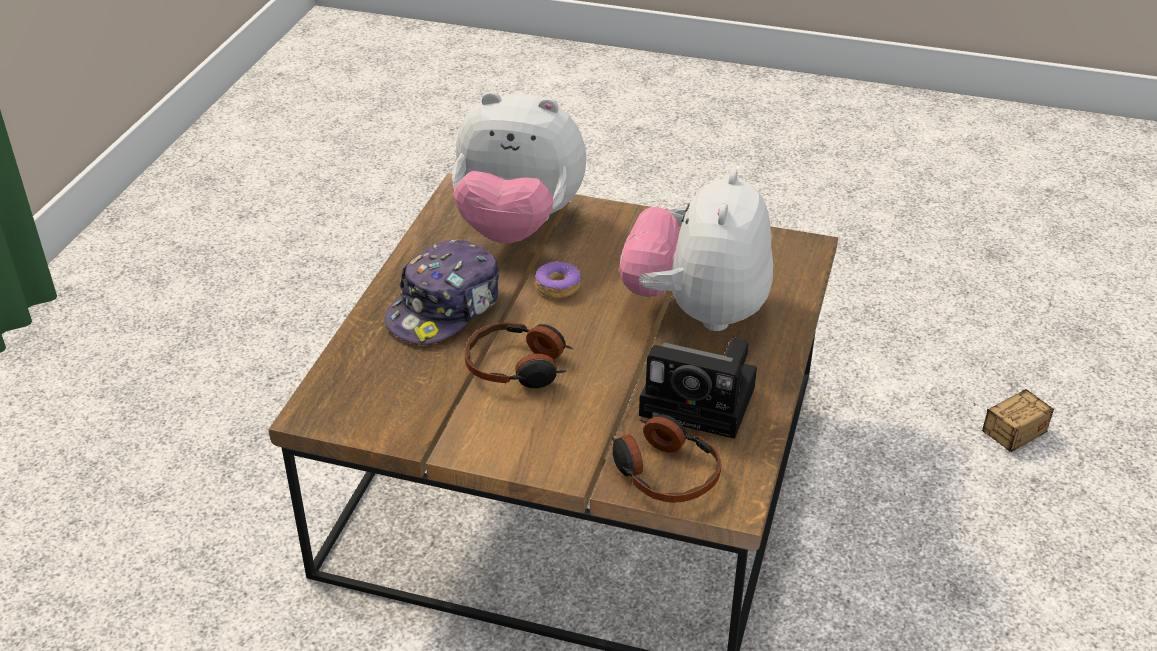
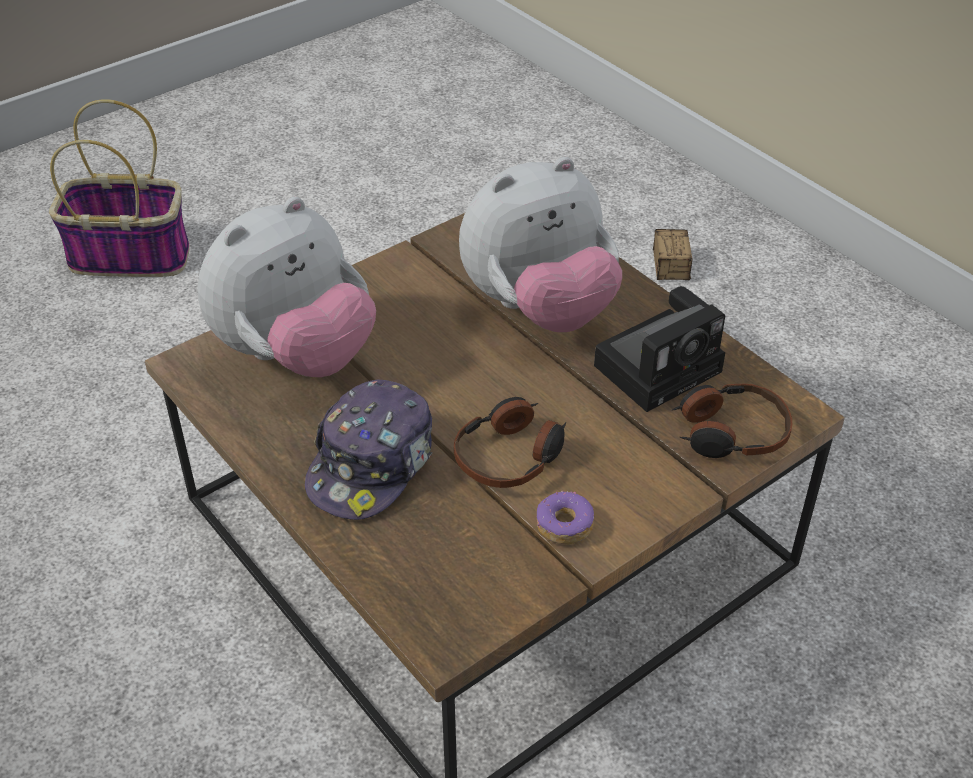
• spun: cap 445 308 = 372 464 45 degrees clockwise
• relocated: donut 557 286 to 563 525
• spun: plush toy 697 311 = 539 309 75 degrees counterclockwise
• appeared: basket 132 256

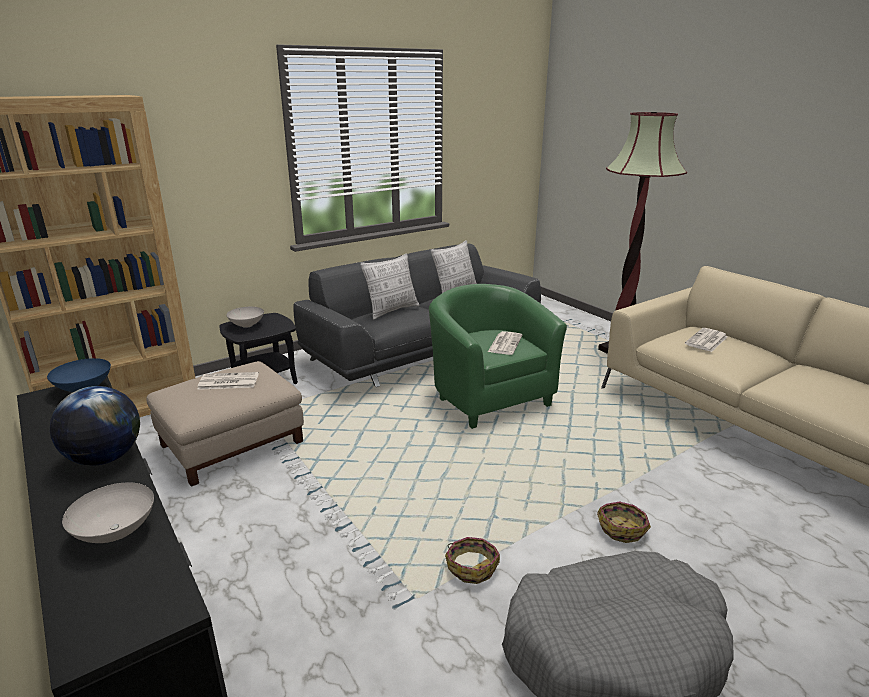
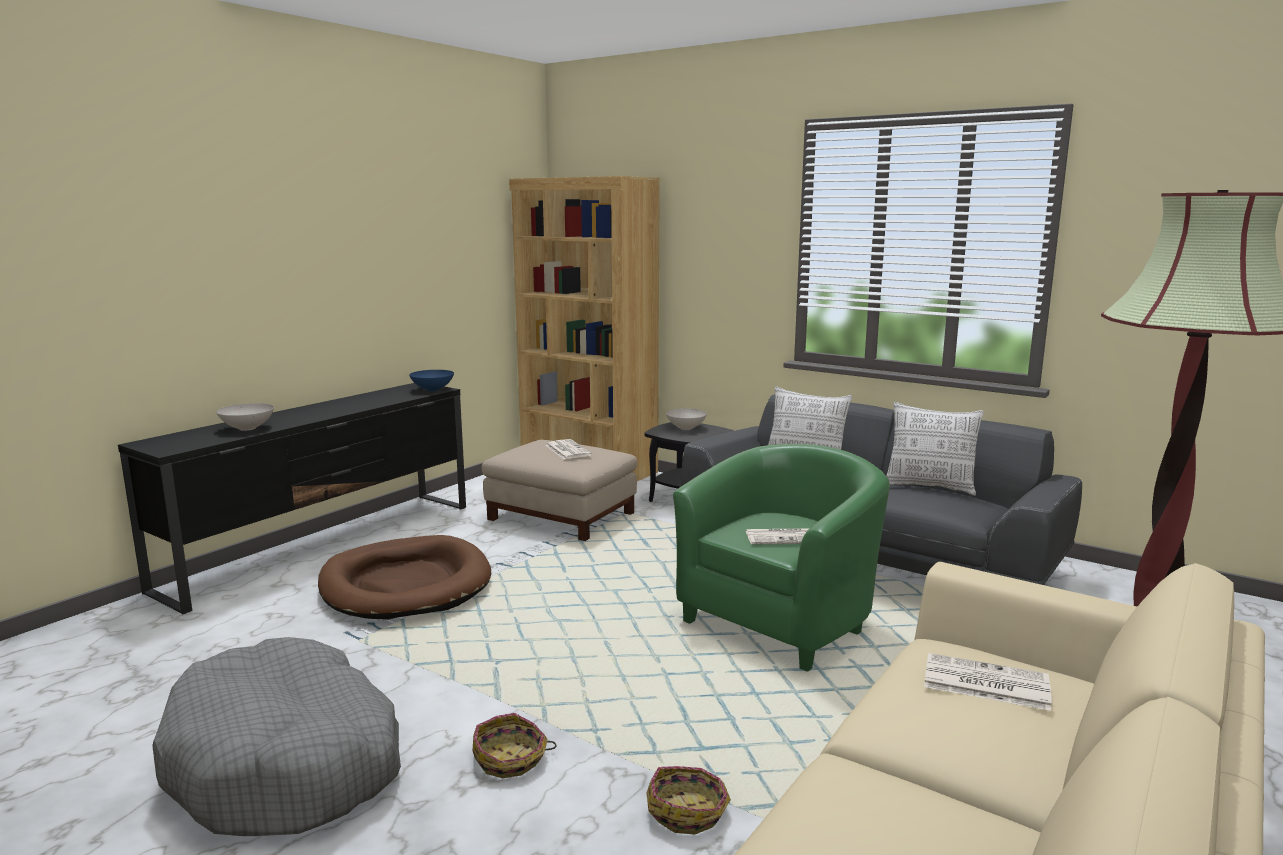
• missing: globe 105 458
• relocated: basket 472 566 to 688 811
• appeared: dog bed (brown) 405 584

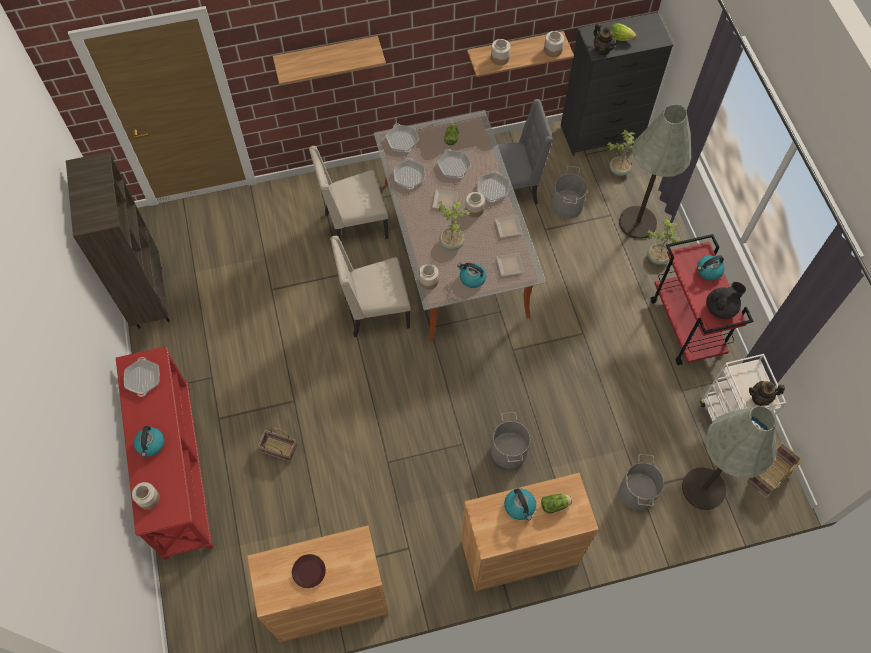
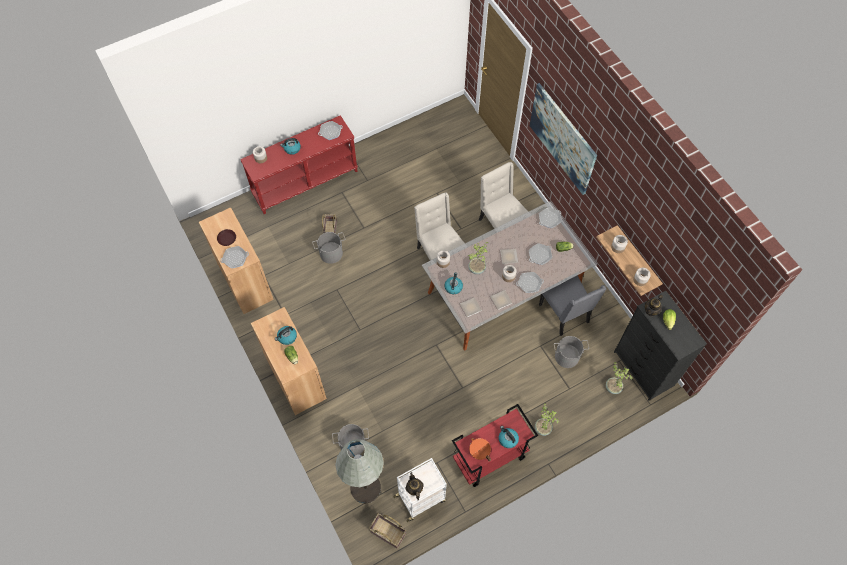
• missing: bookcase (brown) 149 297
• exchanged: shelf 327 56 to picture 562 139
• relocated: frying pan 409 176 to 235 258
• relocated: bucket (grey) 509 451 to 331 253
• missing: floor lamp (grey) 637 222
• exchanged: teapot (black) 721 308 to cooking pot (orange) 479 452

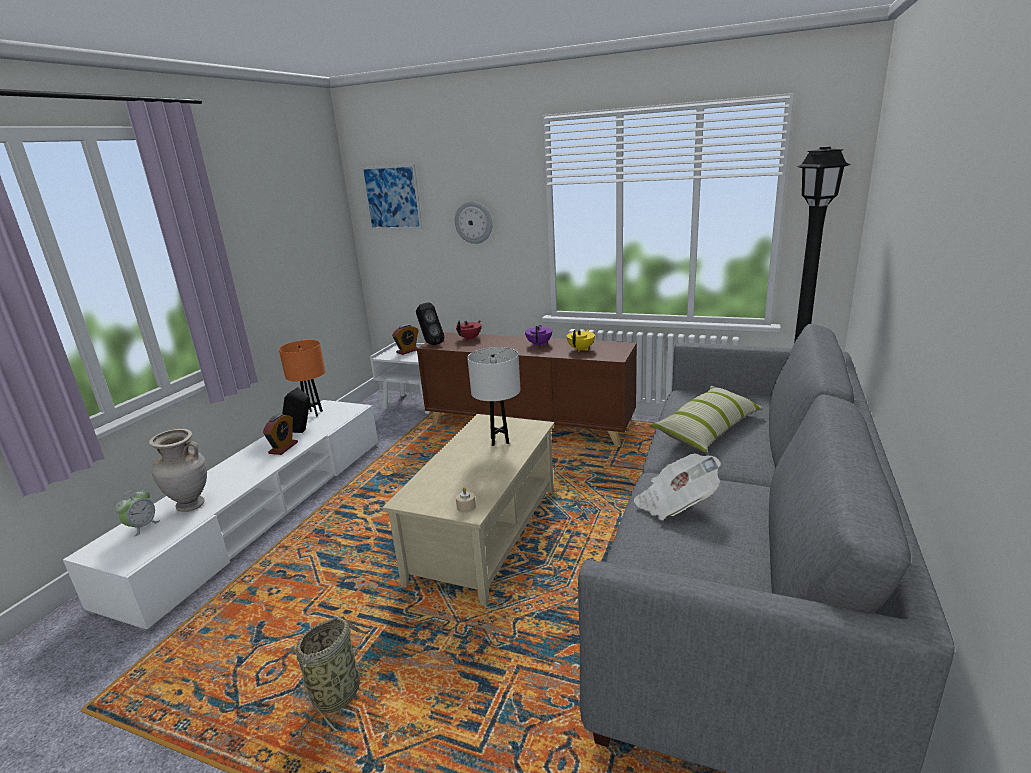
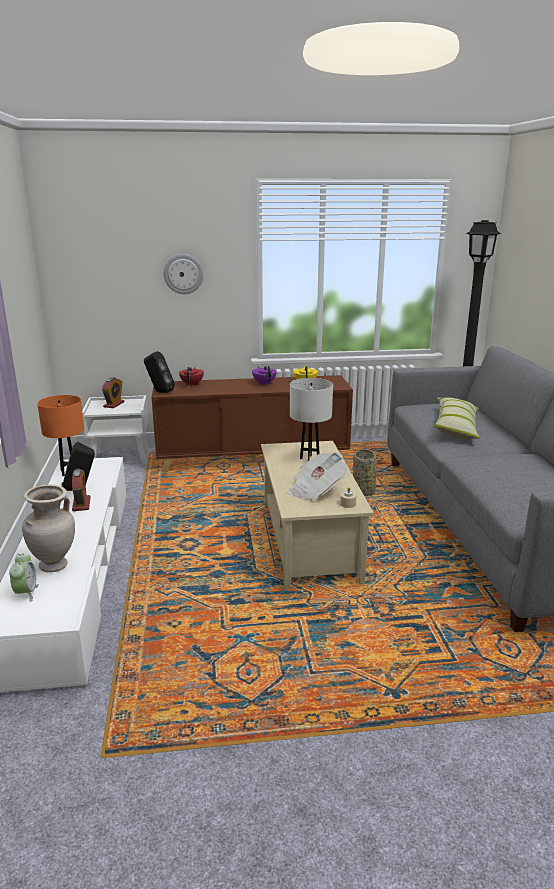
• relocated: basket 339 692 to 363 491
• missing: picture 392 198
• relocated: newspaper 675 504 to 315 490

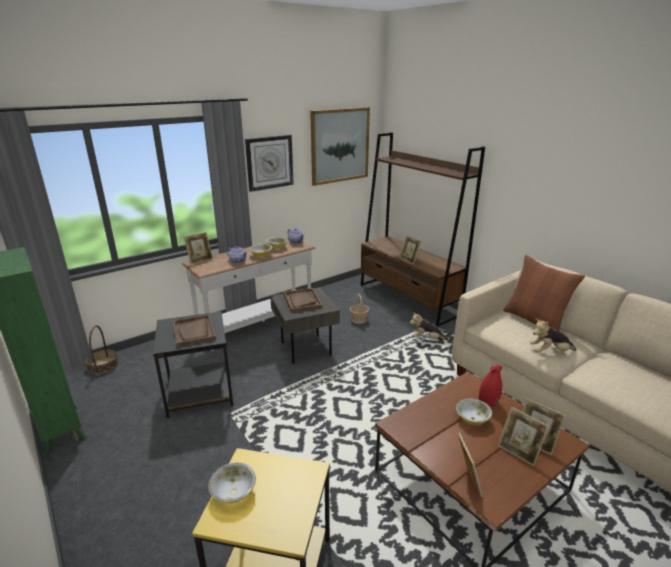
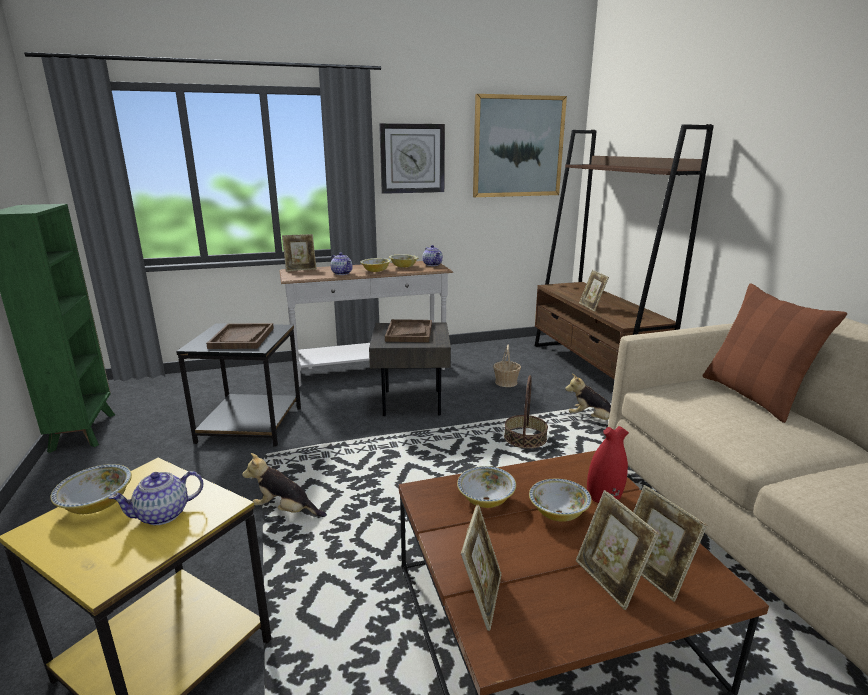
• relocated: basket 103 365 to 525 437
• relocated: plush toy 549 352 to 285 510
• appeared: teapot 164 514
• appeared: bowl 485 499

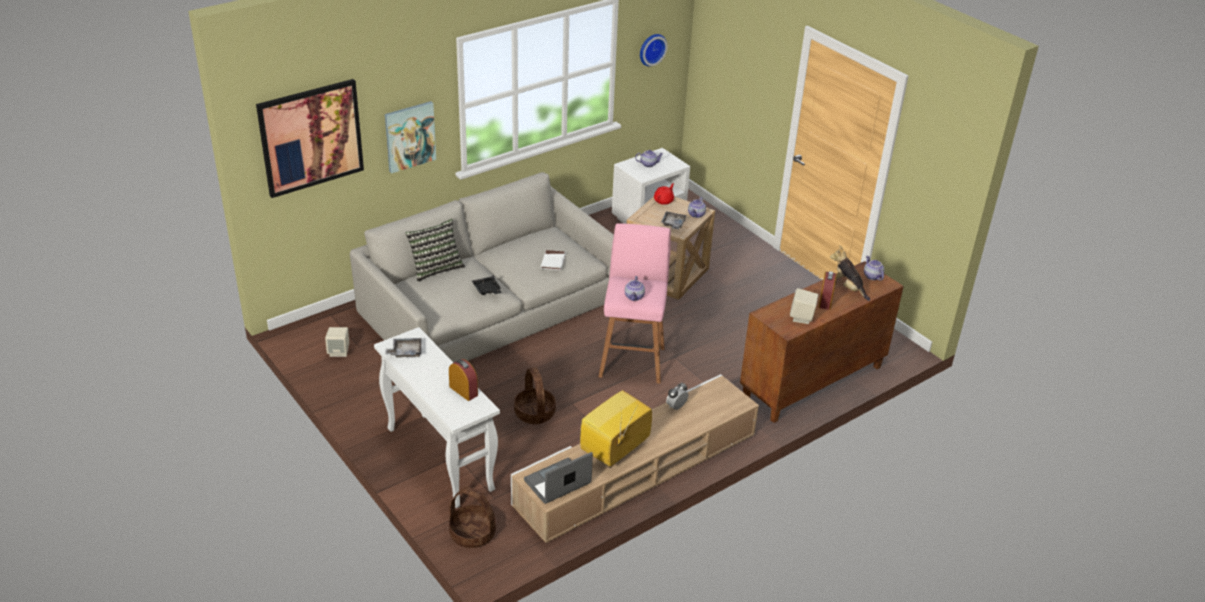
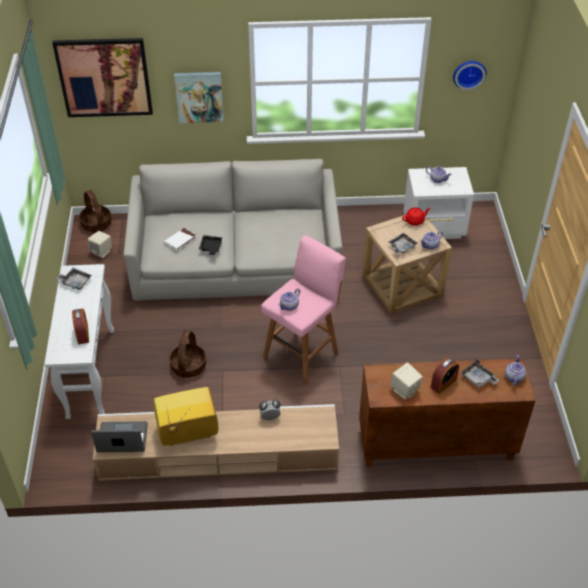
• missing: pillow 435 268
• relocated: basket 473 533 to 96 224
• relocated: book (white) 553 261 to 180 240
• exchanged: plush toy 847 287 to tray (grey) 478 378

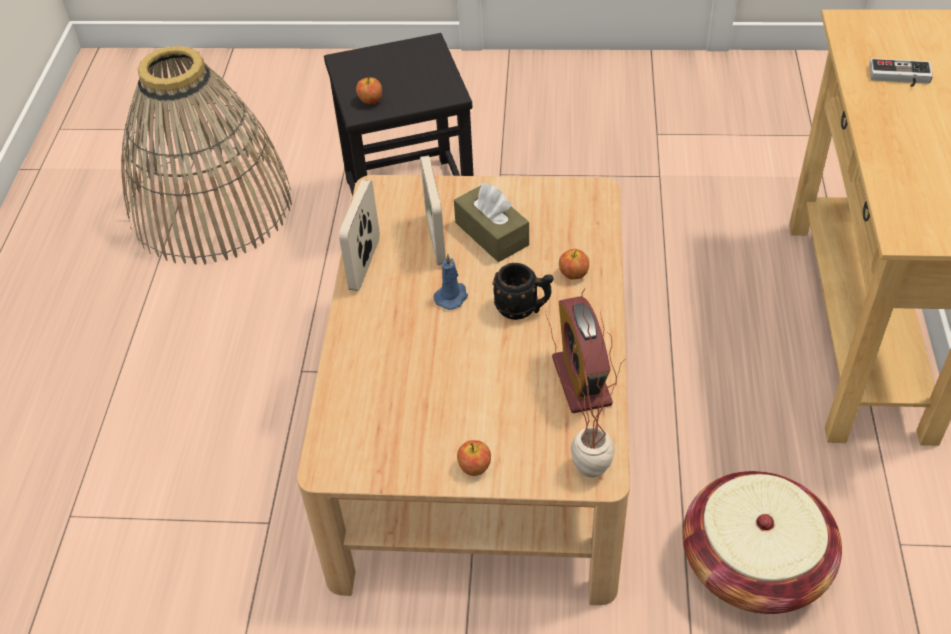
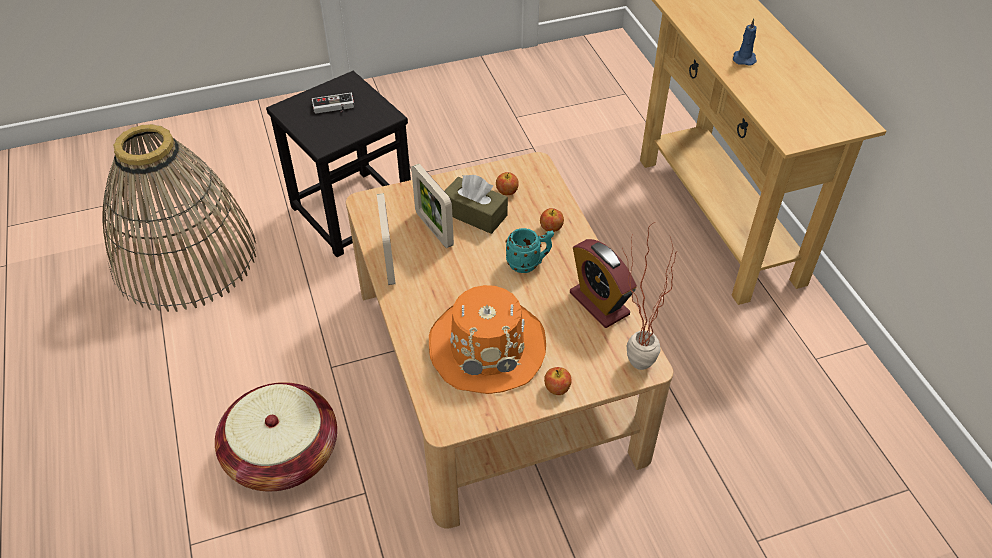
• relocated: apple 370 100 to 507 191
• relocated: candle (blue) 452 296 to 744 58
• colour: mug (black) 523 309 to mug (turquoise) 529 263
• relocated: basket 754 564 to 283 454
• relocated: game controller 899 78 to 334 108
• appeared: hat (orange) 487 346

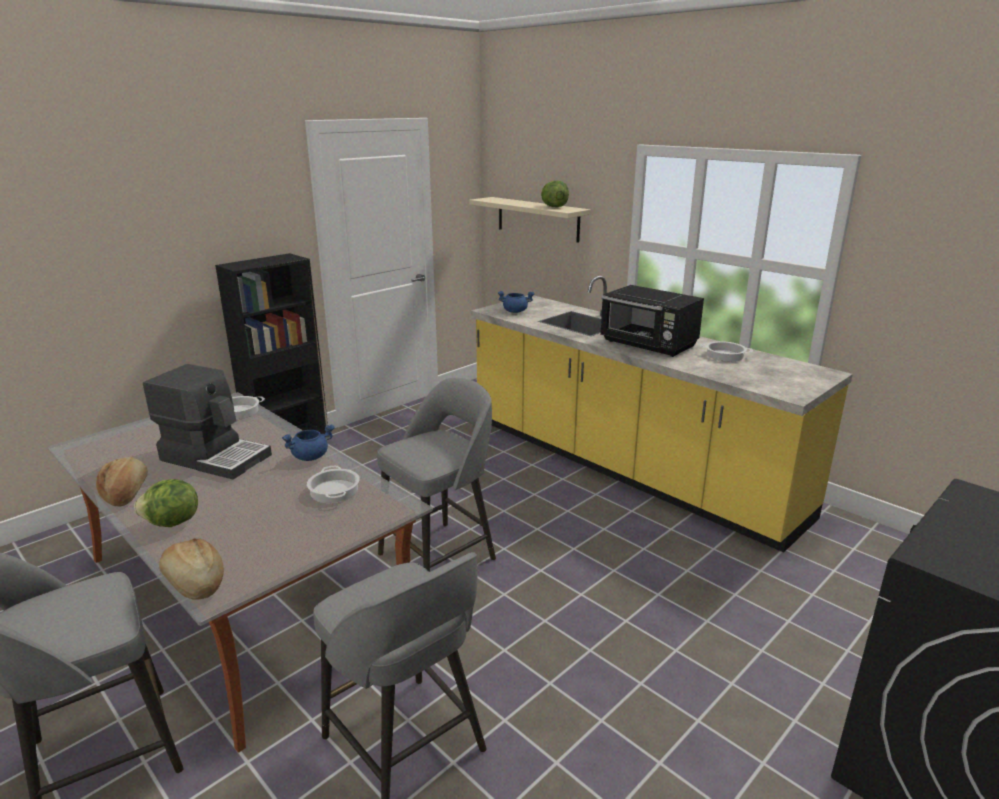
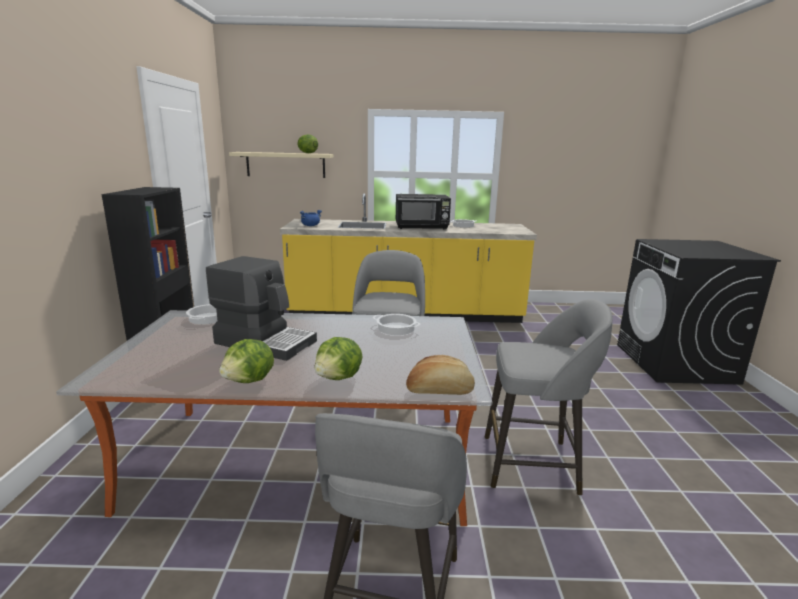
• exchanged: bread 126 493 to lettuce 250 381
• spun: coffee machine 216 457 = 265 342 45 degrees clockwise
• missing: cooking pot (blue) 310 456

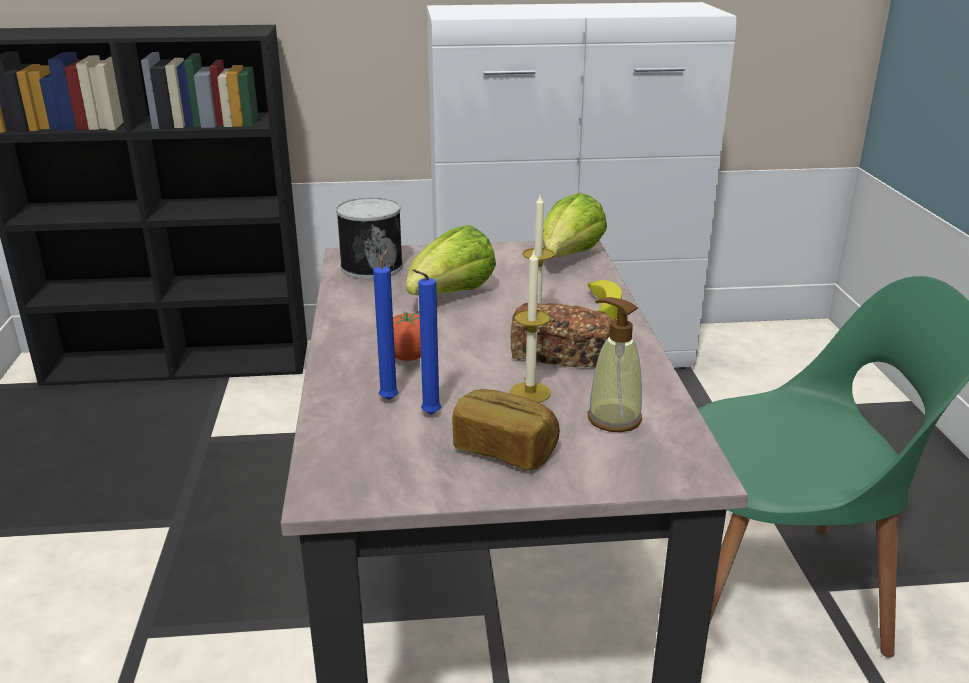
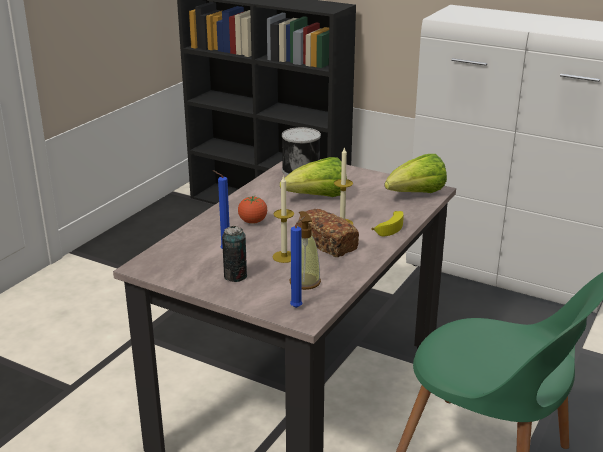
• relocated: candle (blue) 390 398 to 298 307
• exchanged: bread 505 449 to can 235 276

